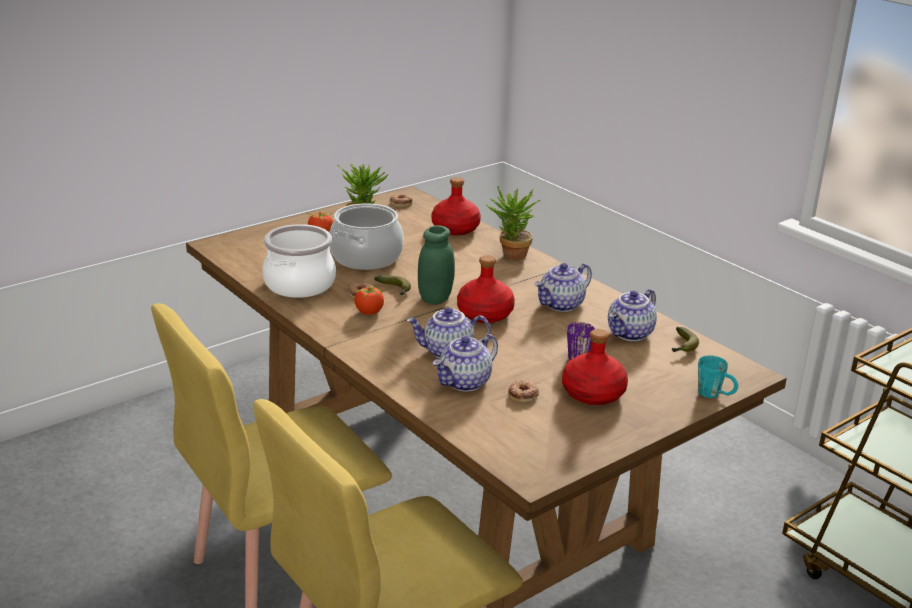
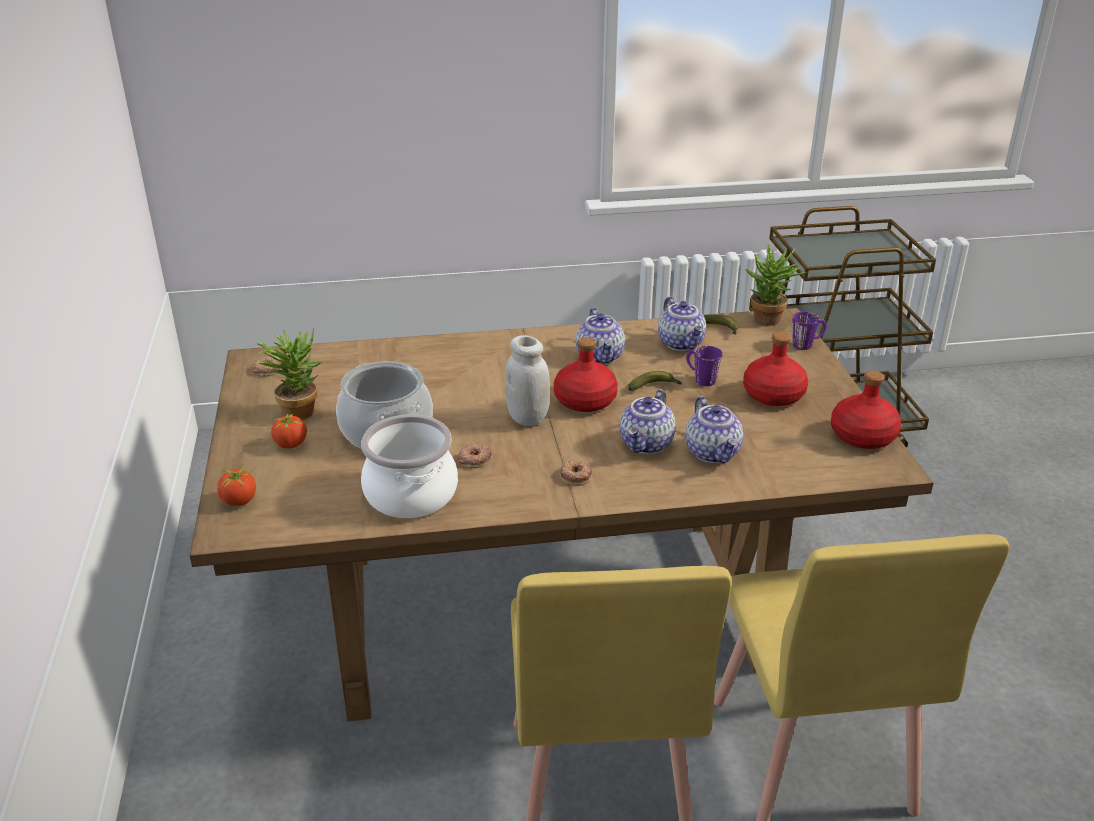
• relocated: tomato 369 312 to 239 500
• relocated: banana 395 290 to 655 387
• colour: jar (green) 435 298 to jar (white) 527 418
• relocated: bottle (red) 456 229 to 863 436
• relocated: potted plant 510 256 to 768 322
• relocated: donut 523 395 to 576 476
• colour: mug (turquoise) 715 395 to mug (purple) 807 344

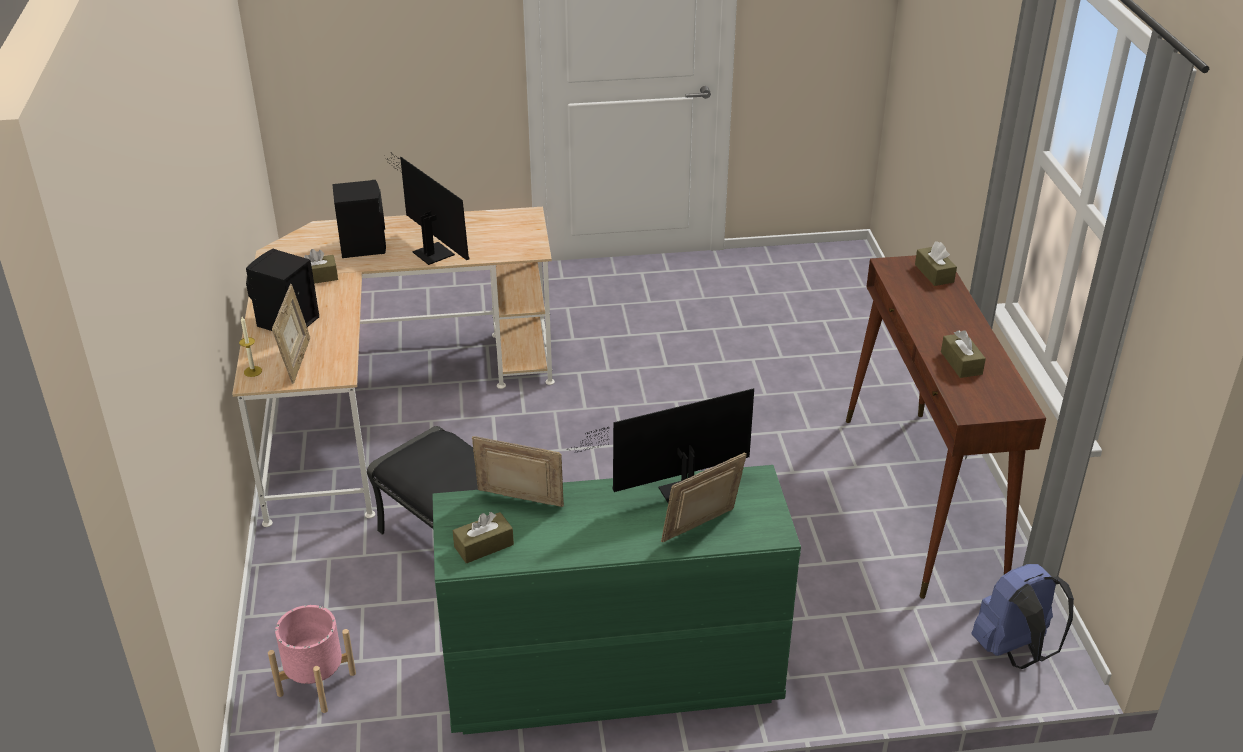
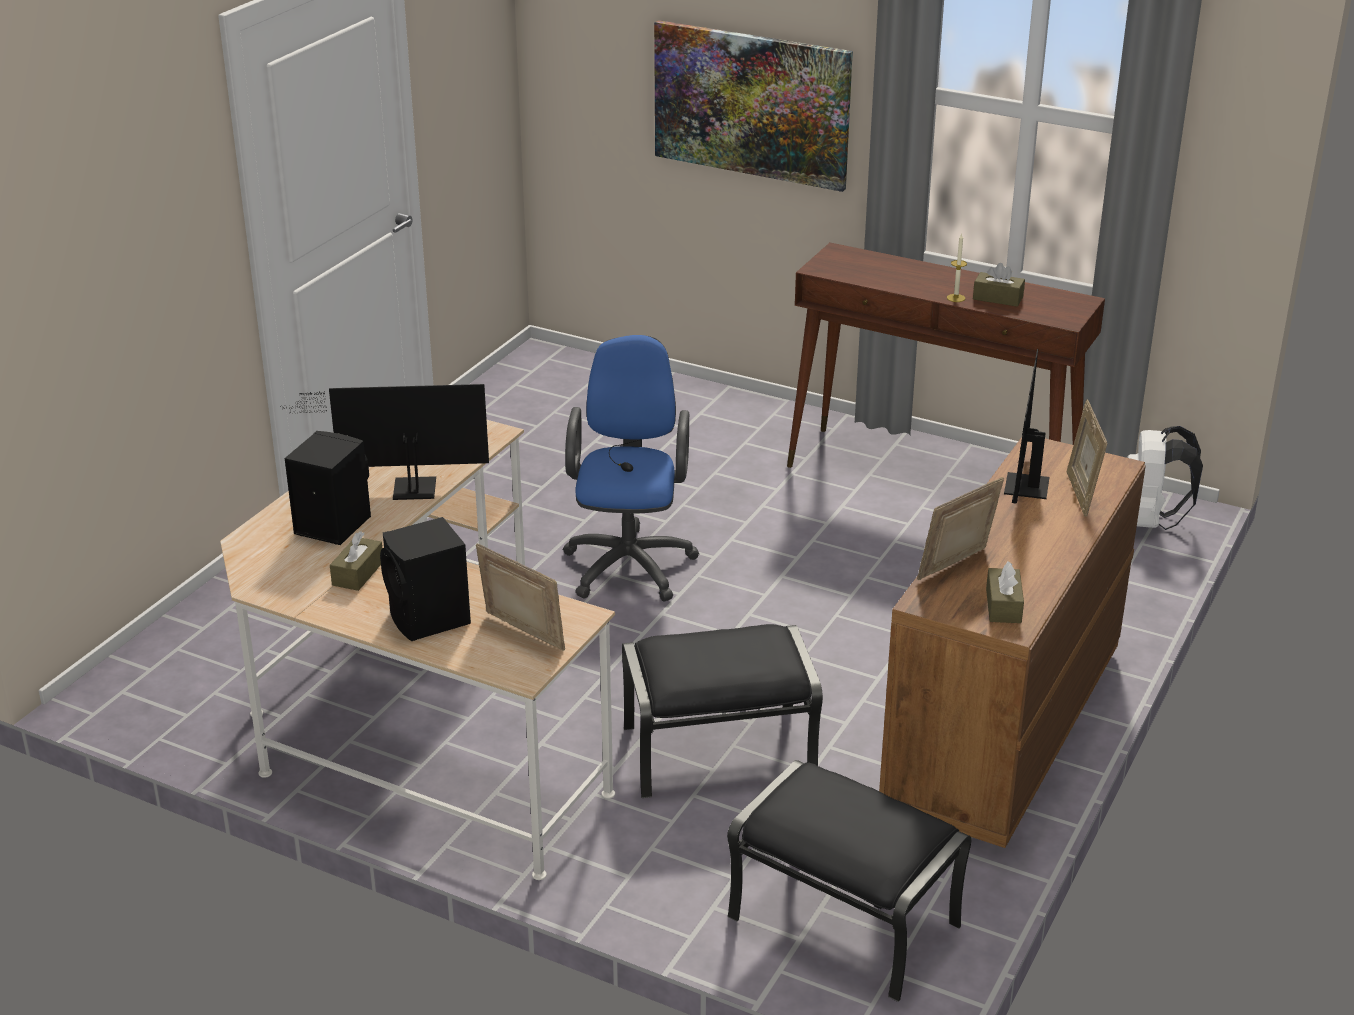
• relocated: candle 253 371 to 956 298
• exchanged: planter (pink) 317 683 to ottoman (black) 846 921
• colour: dresser (green) 610 676 to dresser (brown) 1002 730
• missing: tissue box (brown) 934 273
• colour: backpack (blue) 1014 651 to backpack (white) 1148 522
• appeared: office chair (blue) 630 562
• appeared: picture 751 104

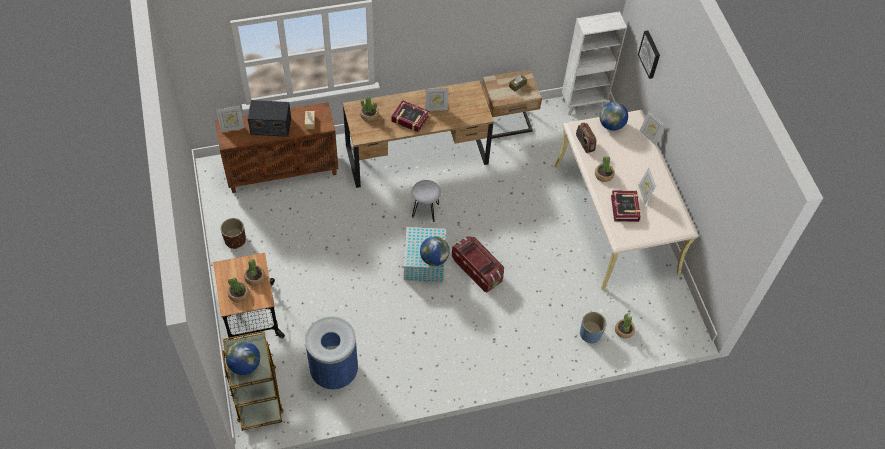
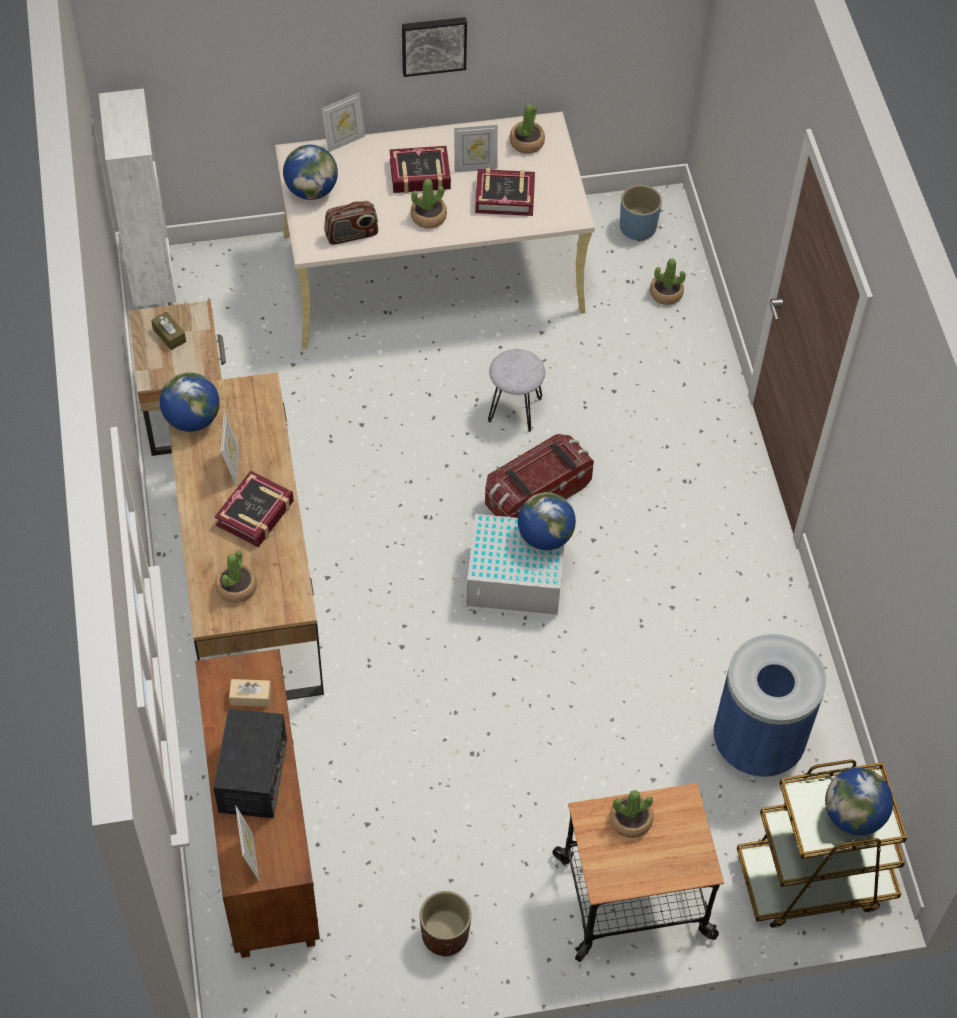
• relocated: potted plant 239 294 to 526 142
• relocated: stool (grey) 425 210 to 515 410
• relocated: planter (blue) 590 334 to 638 227
• relocated: picture 650 54 to 433 44
• appeared: globe 192 419
• appeared: book 420 175

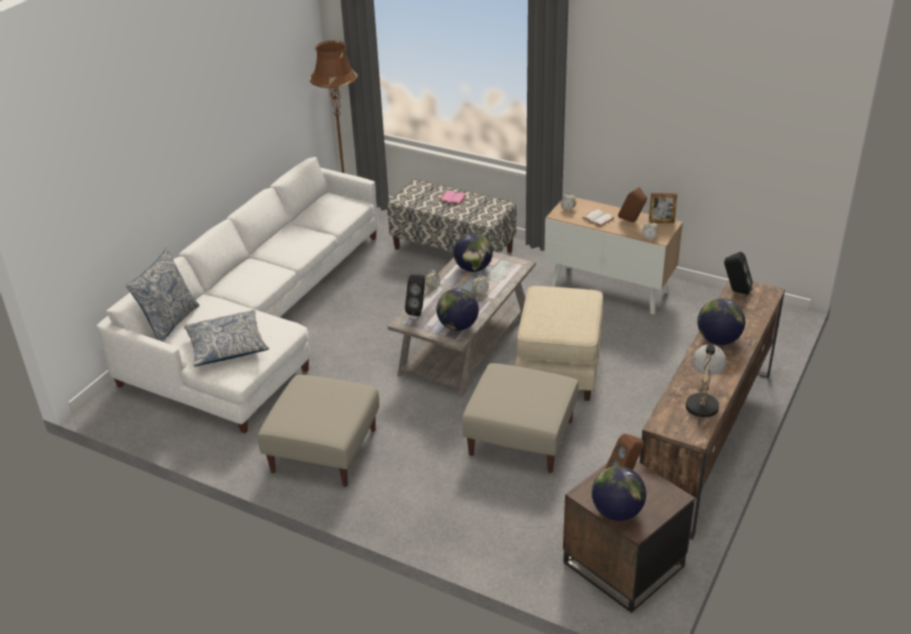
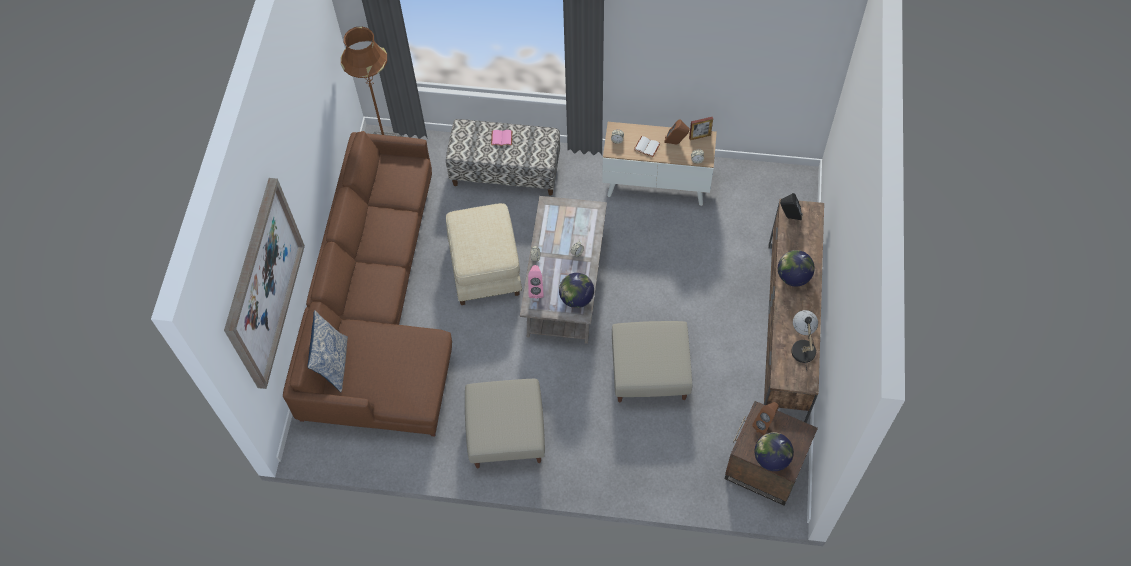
• colour: sofa (white) 258 320 to sofa (brown) 378 309
• missing: pillow 227 346
• colour: speaker (black) 418 310 to speaker (pink) 536 289
• missing: globe 473 268
• relocated: ottoman (beige) 559 368 to 486 267
• appeared: picture 263 284

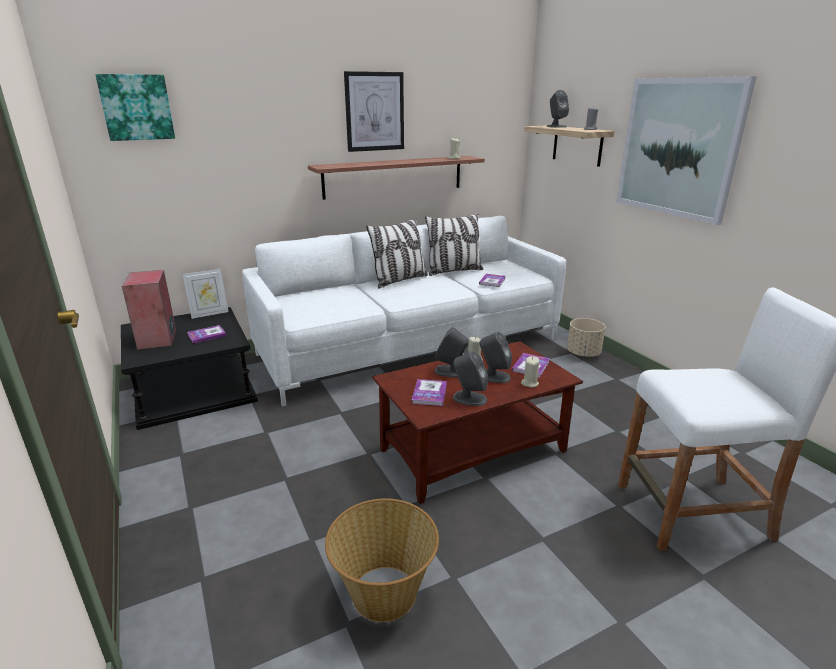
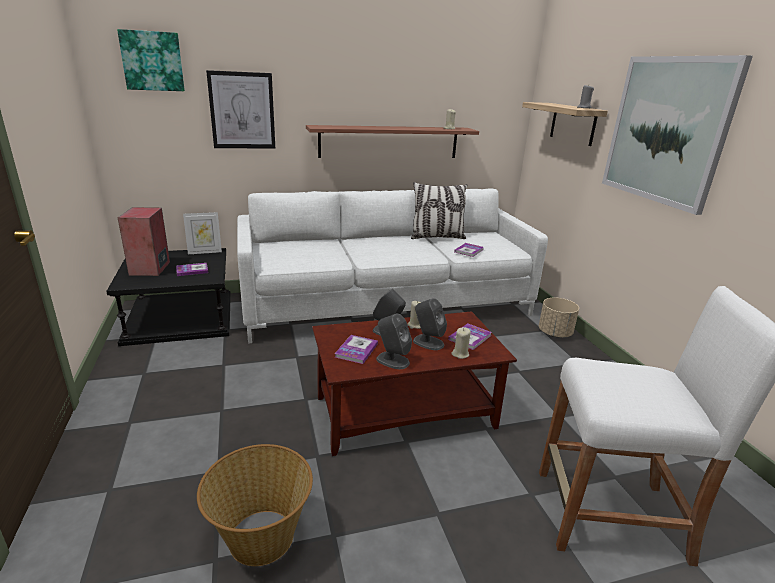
• relocated: picture 374 112 to 242 111
• missing: pillow 399 280
• missing: speaker (grey) 556 126

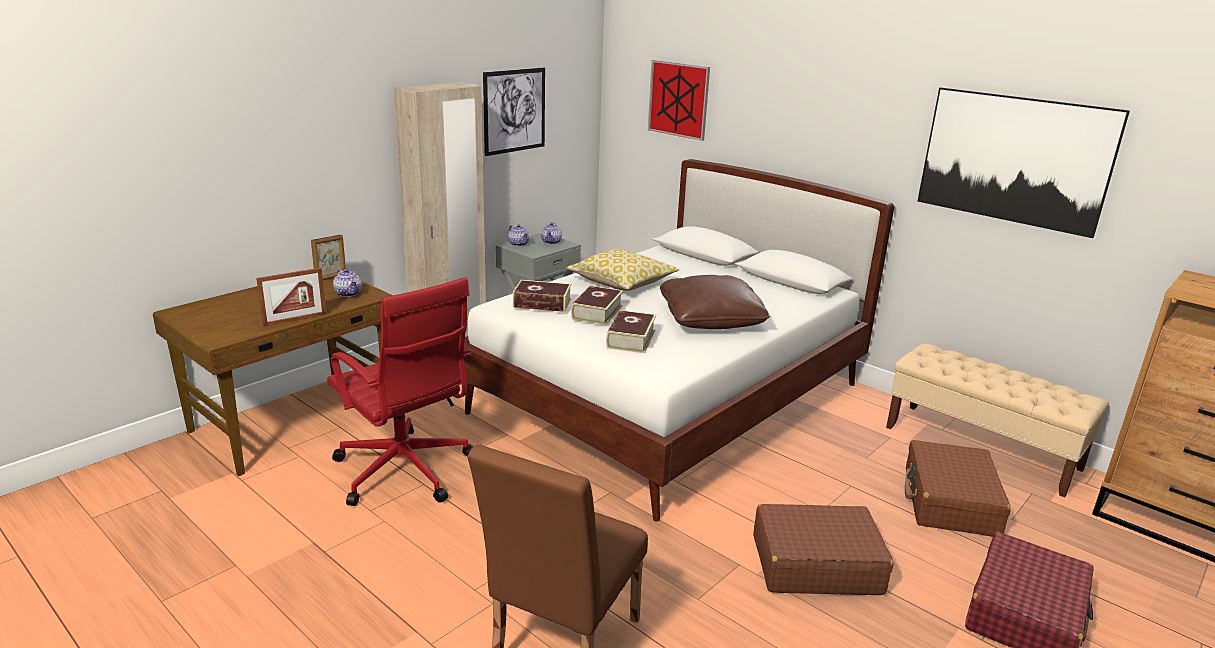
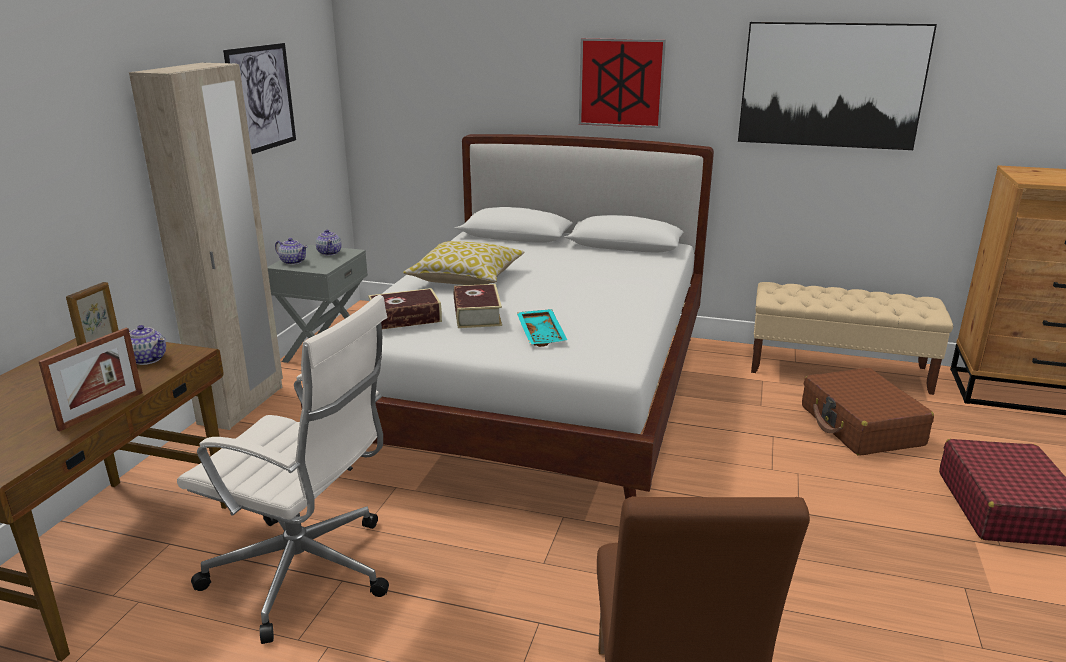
• colour: office chair (red) 405 472 to office chair (white) 306 573
• exchanged: book 631 339 to tray (turquoise) 542 335
• relocated: picture 678 99 to 621 83
• missing: pillow (brown) 711 319
• missing: suitcase (brown) 815 564

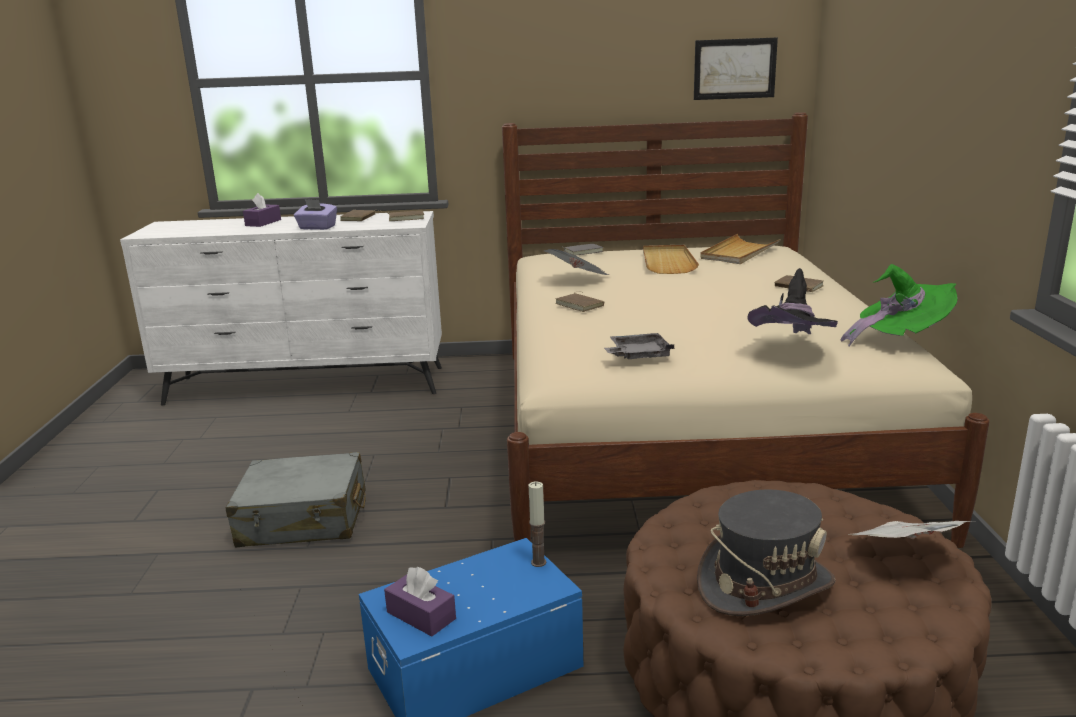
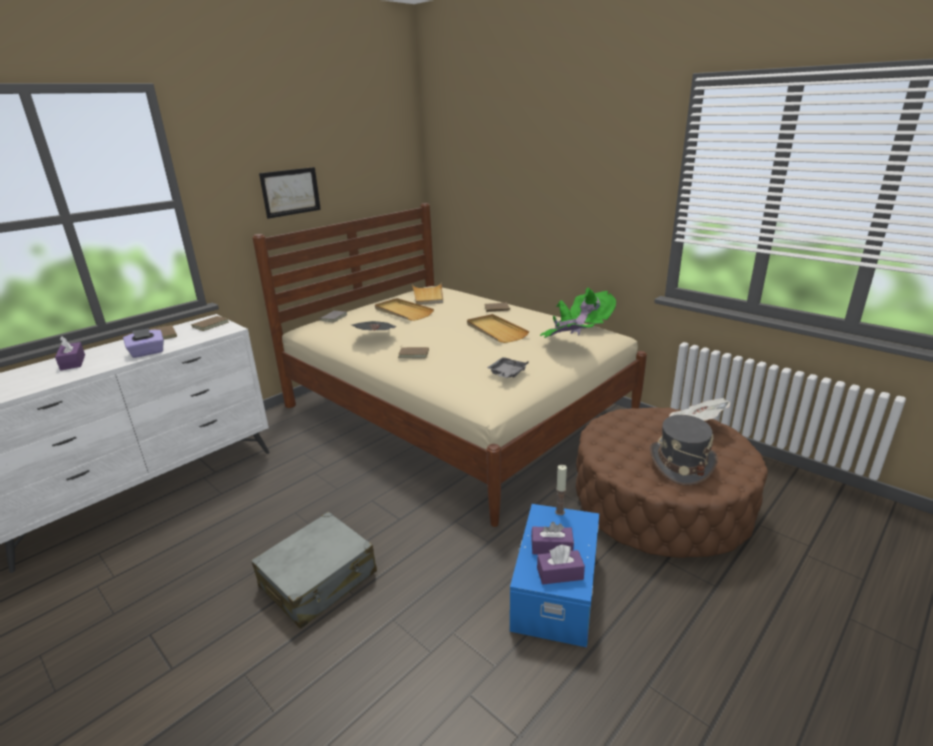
• relocated: picture 734 69 to 290 192
• colour: hat (black) 791 351 to hat (green) 564 346
• appeared: tray (beige) 495 331
• appeared: tissue box (purple) 551 547

